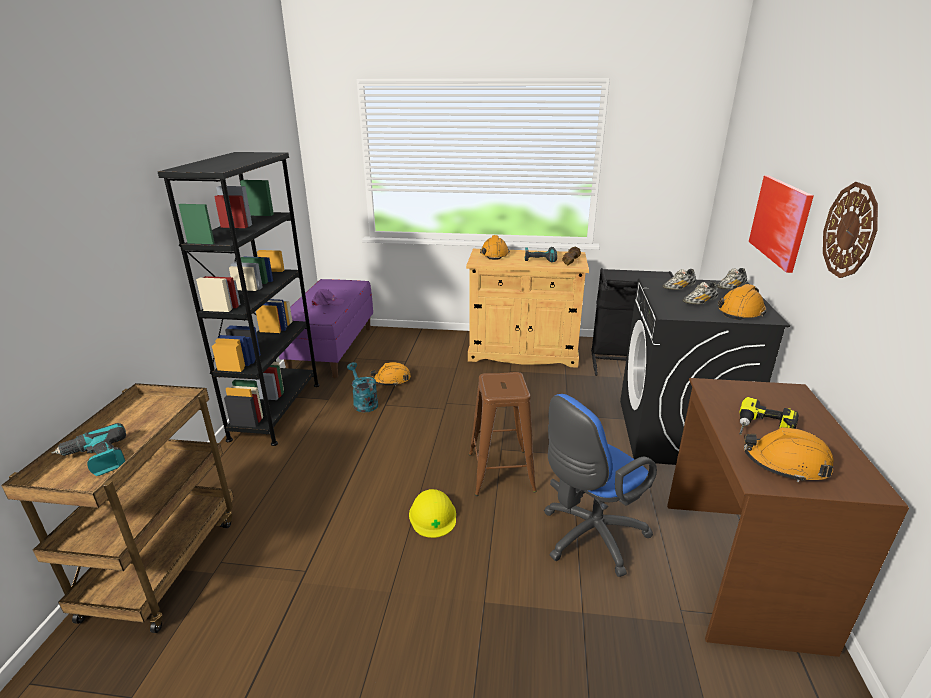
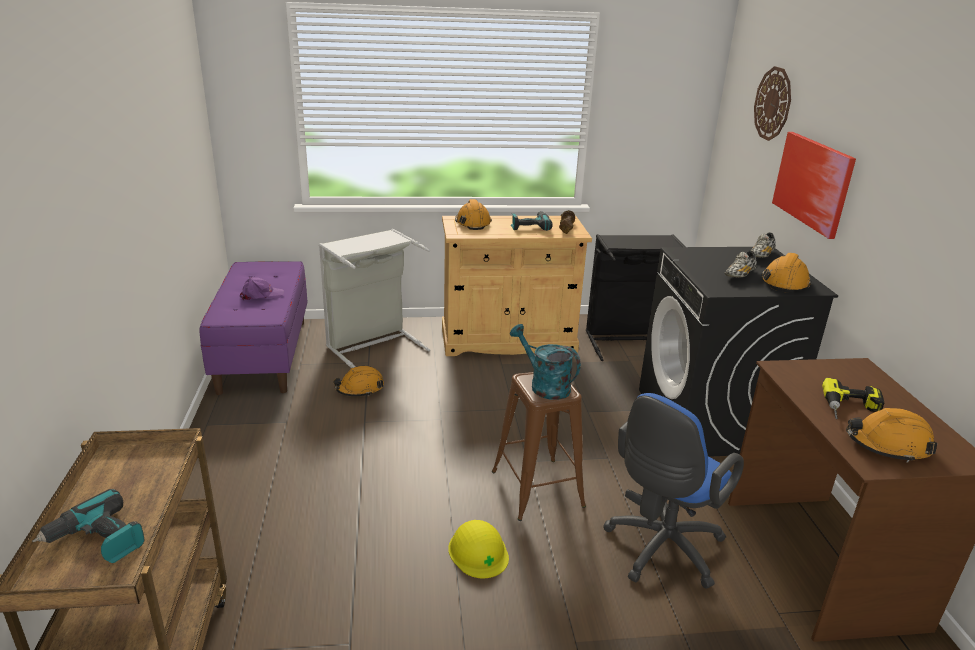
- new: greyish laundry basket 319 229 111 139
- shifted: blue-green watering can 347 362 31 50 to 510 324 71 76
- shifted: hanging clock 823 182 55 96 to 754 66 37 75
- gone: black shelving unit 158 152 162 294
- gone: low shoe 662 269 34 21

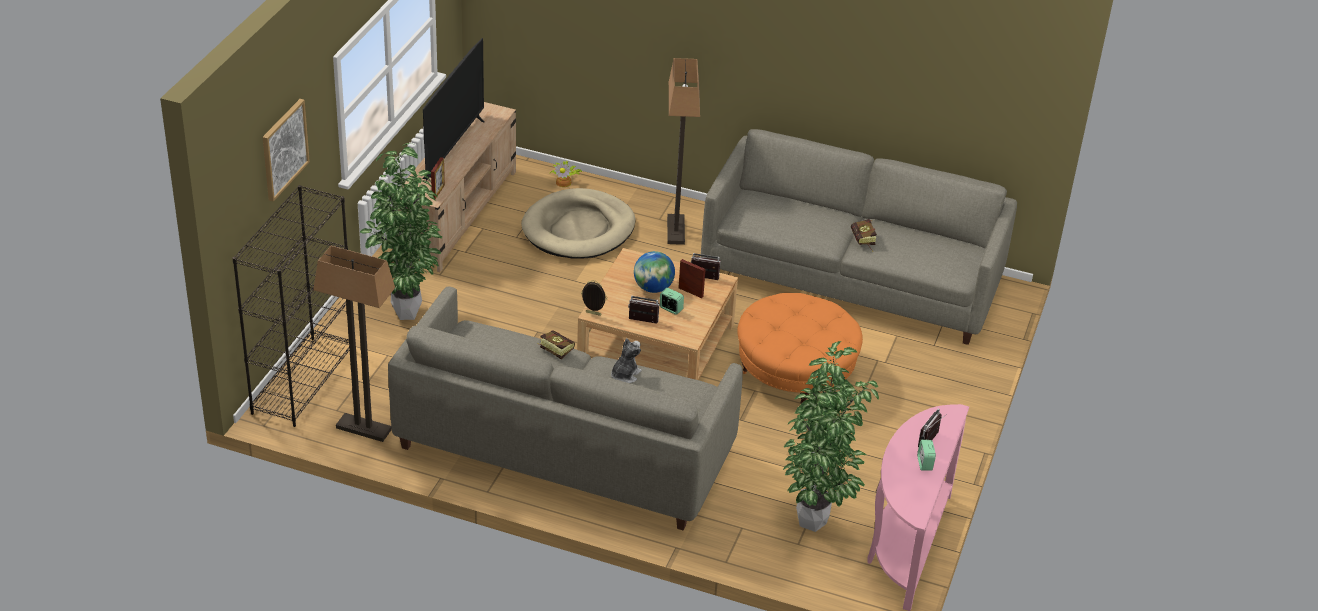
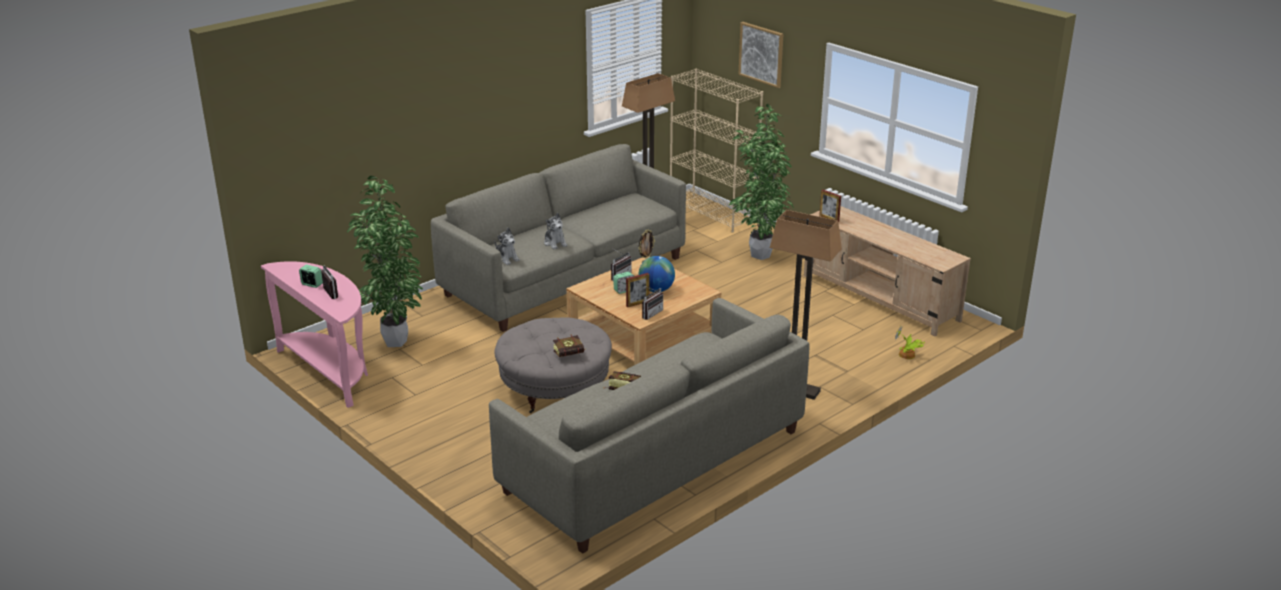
- new: cuddly toy 494 227 26 38
- repainted: orange-coloured ottoman 737 293 126 111 to greyish ottoman 494 317 118 96
- shifted: volume 537 330 38 29 to 553 335 31 22
- repainted: black shelving unit 232 185 118 242 to sand-coloured shelving unit 670 69 93 164
- gone: television 422 38 62 143
- gone: sand-coloured pet bed 521 188 114 71

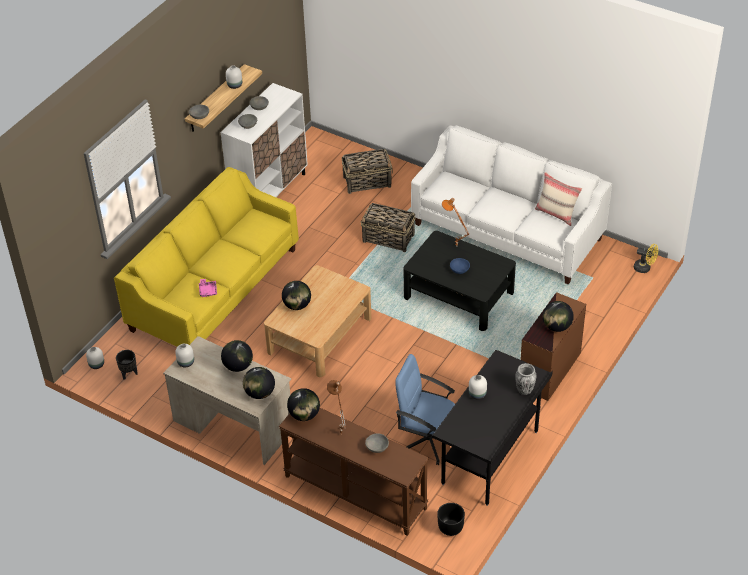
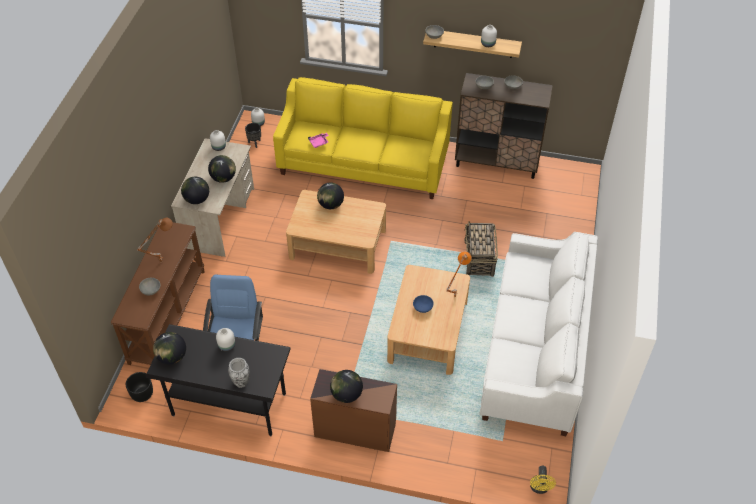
- shifted: world globe 287 388 33 33 to 153 332 33 32
- repainted: black lounge table 403 231 113 100 to sand-coloured lounge table 387 265 83 110
- repainted: white-coloured cabinet 221 83 87 114 to brownish cabinet 455 73 98 106
- gone: basket 342 149 51 45
- gone: sand-coloured throw pillow 535 172 47 54

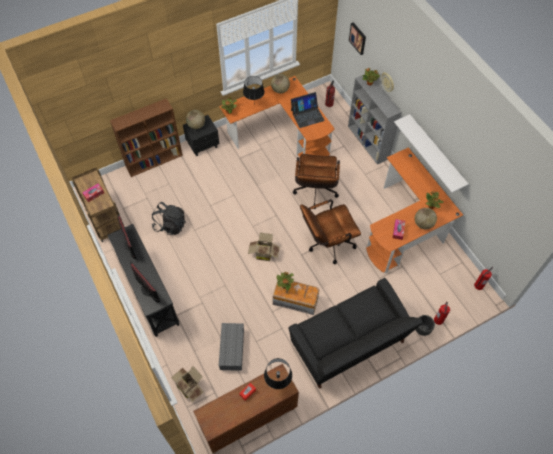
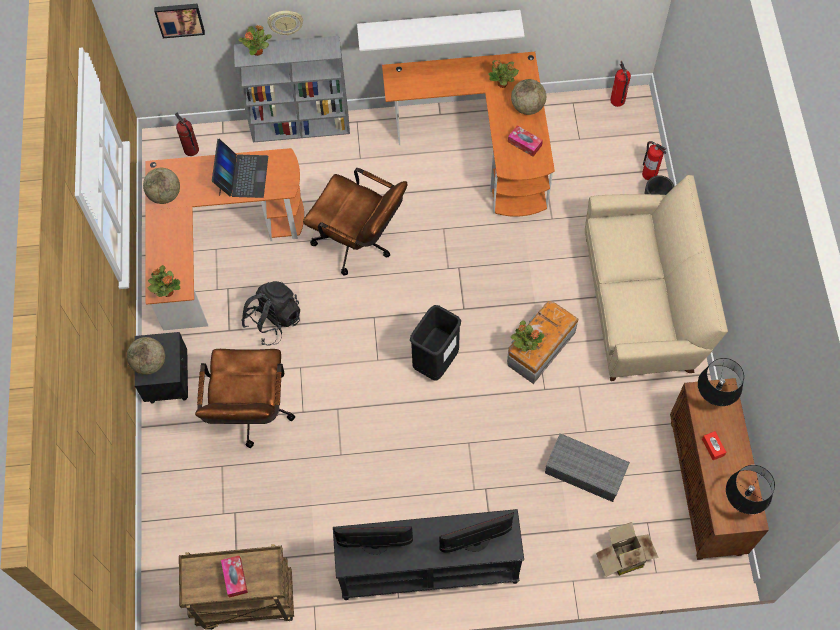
- shifted: brownish computer chair 300 199 61 65 to 195 349 100 99
- shifted: black backpack 152 202 34 33 to 241 281 59 65
- swapped: packing box 248 232 32 29 to black rubbish bin 410 305 51 76
- repainted: black couch 288 278 135 111 to sand-coloured couch 585 175 143 206
- shifted: black lamp for a table 243 76 21 24 to 726 465 49 49
- gone: brownish shelving unit 110 98 73 79

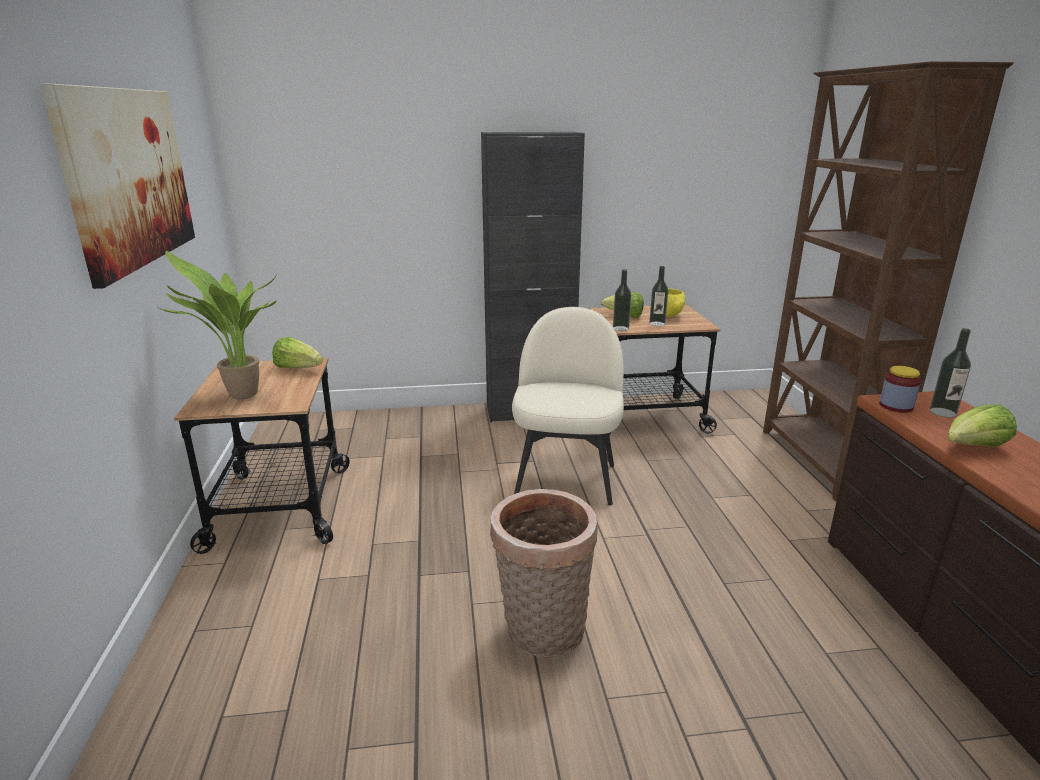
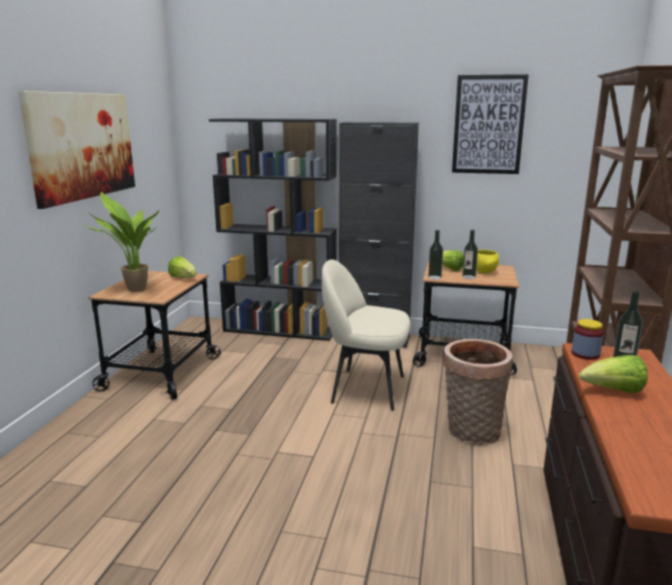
- new: black shelving unit 209 118 128 223
- rotated: sand-coloured plain chair 512 307 112 198 = 321 260 90 151 105 degrees counterclockwise
- shifted: basket 490 489 108 169 to 443 339 70 106
- new: wall art 452 74 77 100

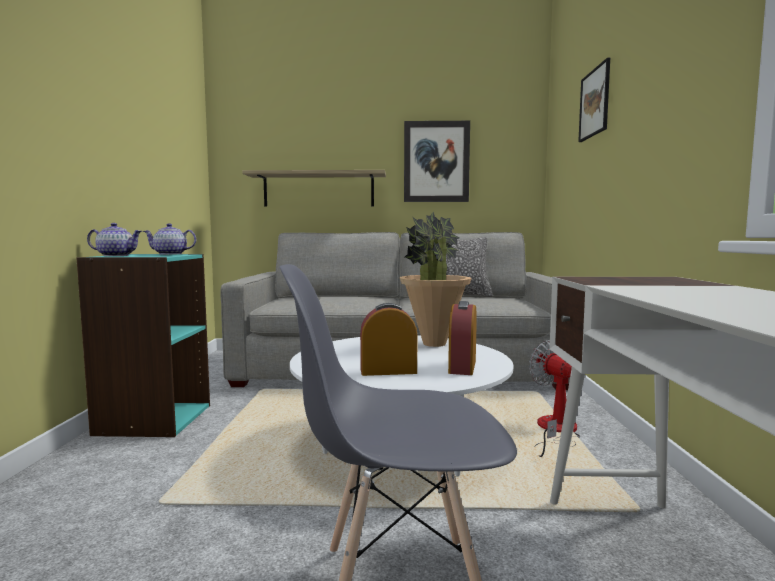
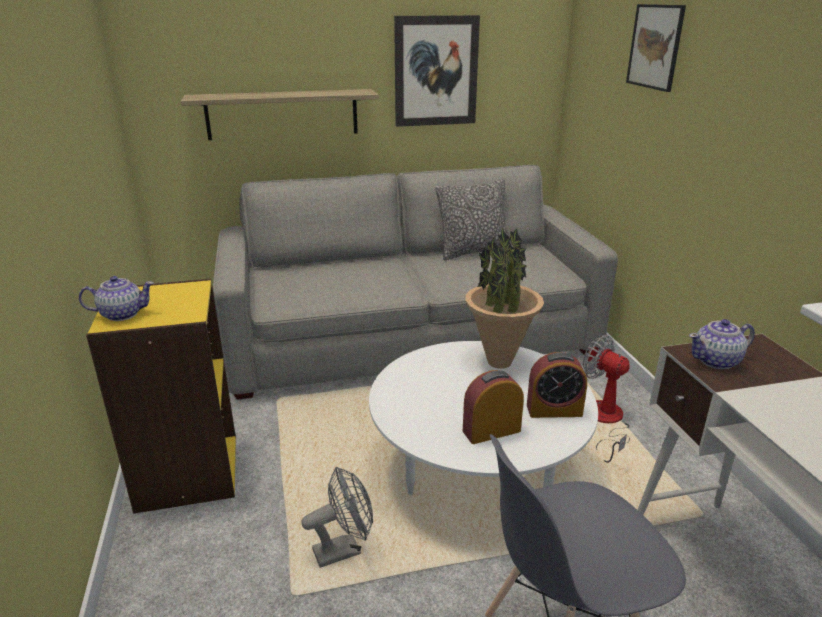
- repainted: blue-green shelving unit 76 254 134 183 to yellow-coloured shelving unit 86 279 150 235
- new: greyish electric fan 301 467 72 101
- rotated: alarm clock 448 301 29 74 = 527 352 60 66 90 degrees counterclockwise
- shifted: tea pot 143 223 53 32 to 689 319 66 50

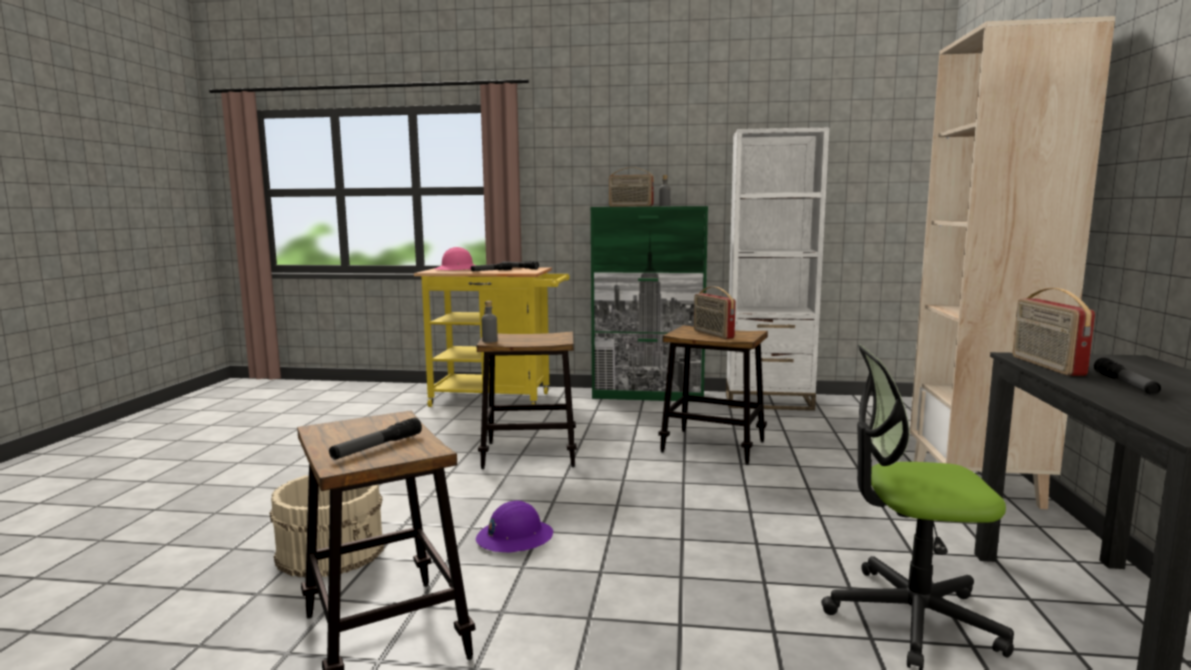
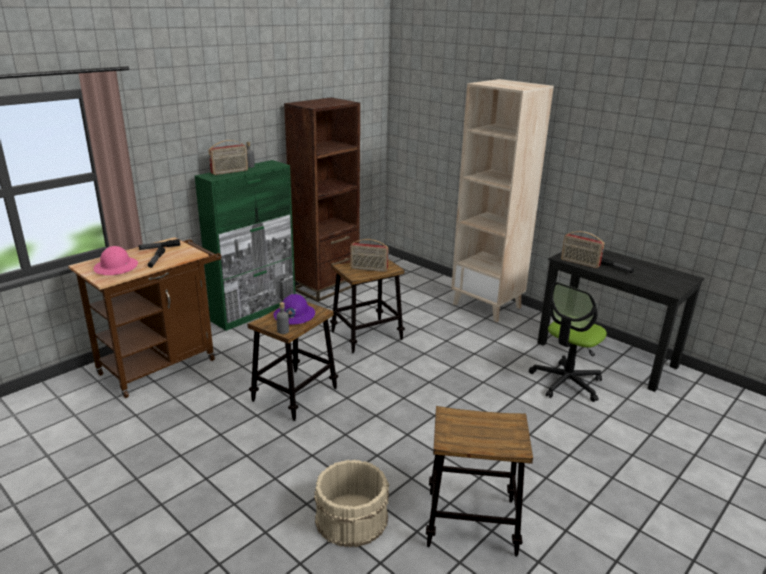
- repainted: yellow-coloured wheeled cart 414 267 155 140 to brownish wheeled cart 68 237 153 161
- shifted: purple work helmet 476 501 77 52 to 273 294 42 31
- repainted: white-coloured shelving unit 726 127 104 284 to brownish shelving unit 284 97 76 205
- gone: flashlight 329 418 93 41

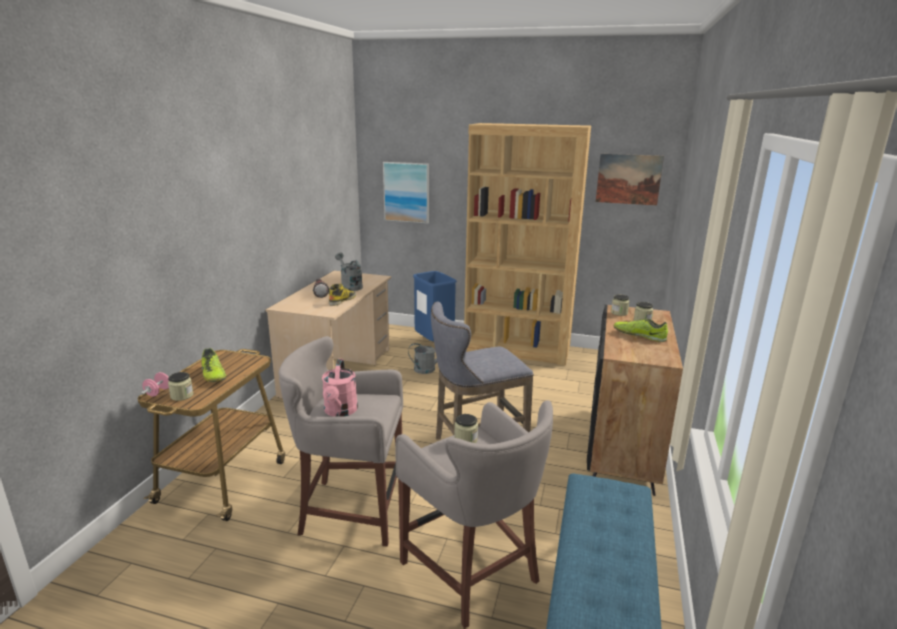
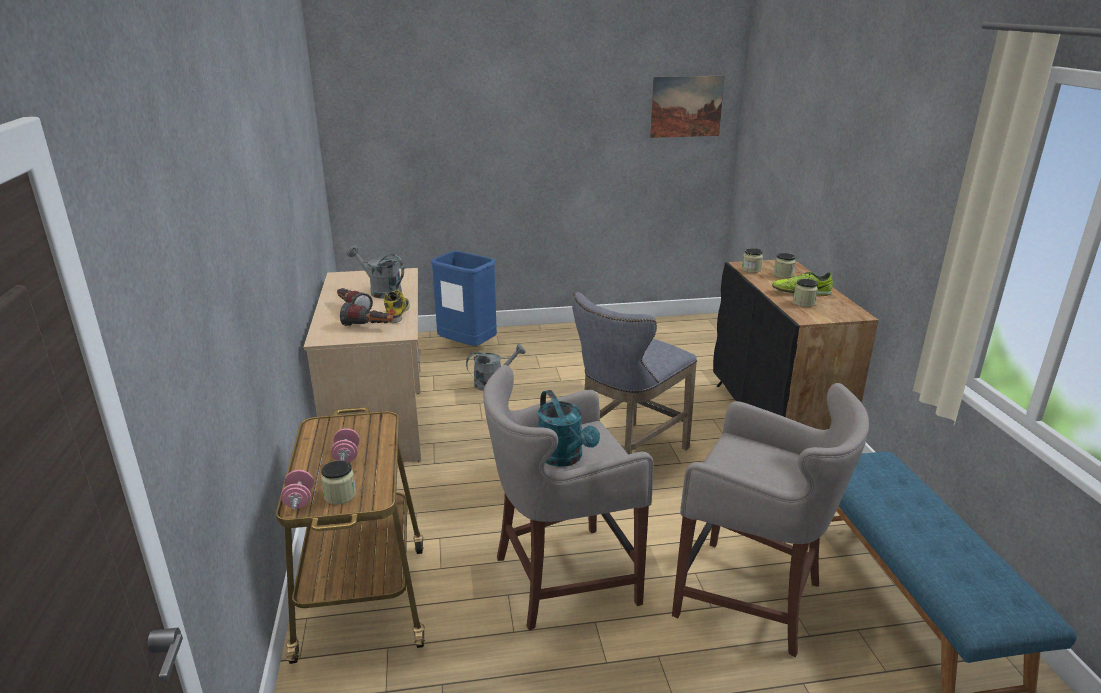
- swapped: low shoe 202 348 24 34 to pink dumbbell 331 428 29 34
- new: flashlight 340 302 53 24
- repainted: pink watering can 322 359 36 58 to blue-green watering can 538 390 62 77
- shifted: jar 454 414 24 29 to 793 279 25 28
- gone: wall art 383 162 46 62
- gone: brownish shelving unit 464 123 127 243

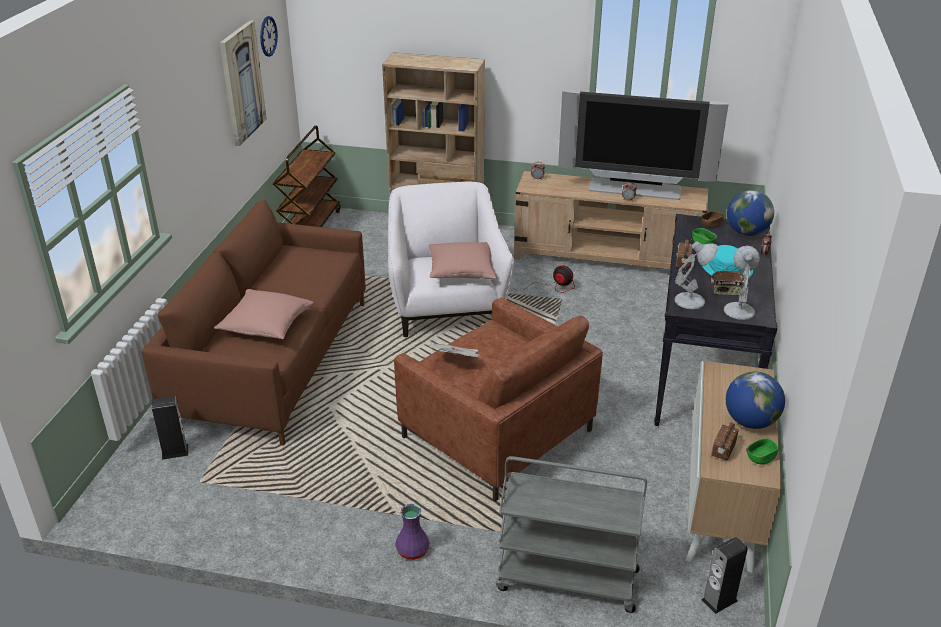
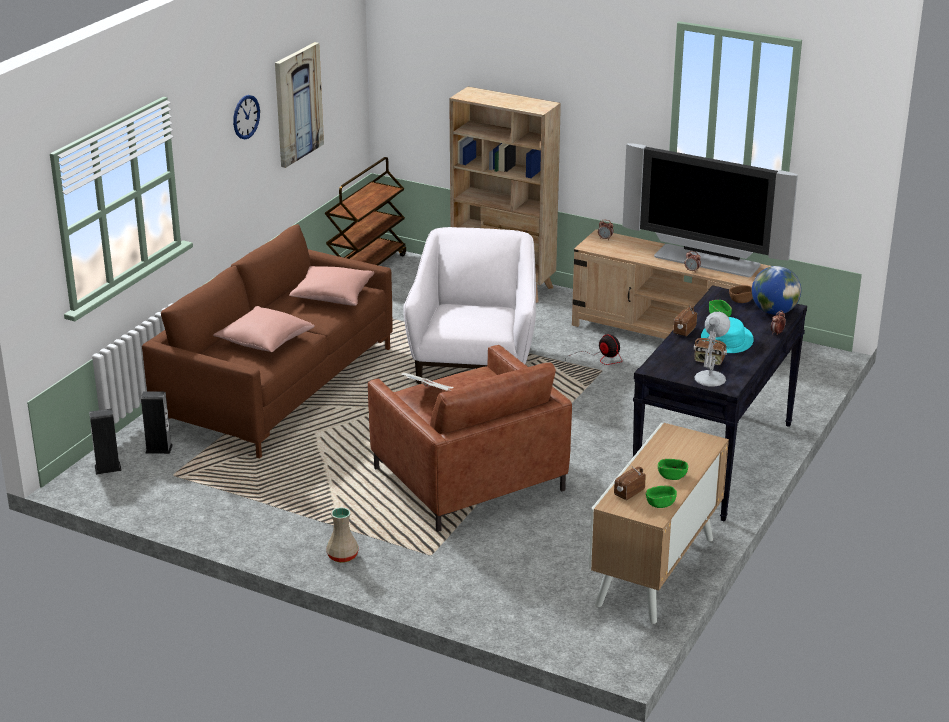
- shifted: speaker 702 537 46 77 to 89 408 33 67
- shifted: hanging clock 260 16 18 41 to 233 95 27 44
- shifted: pink throw pillow 429 242 68 37 to 289 266 85 40
- repainted: purple vase 395 504 35 56 to sand-coloured vase 326 507 33 56
- swapped: world globe 726 371 59 58 to green-coloured serving bowl 658 459 30 21
- gone: greyish wheeled cart 496 456 151 157
- gone: white-coloured lamp for a table 674 242 44 67

